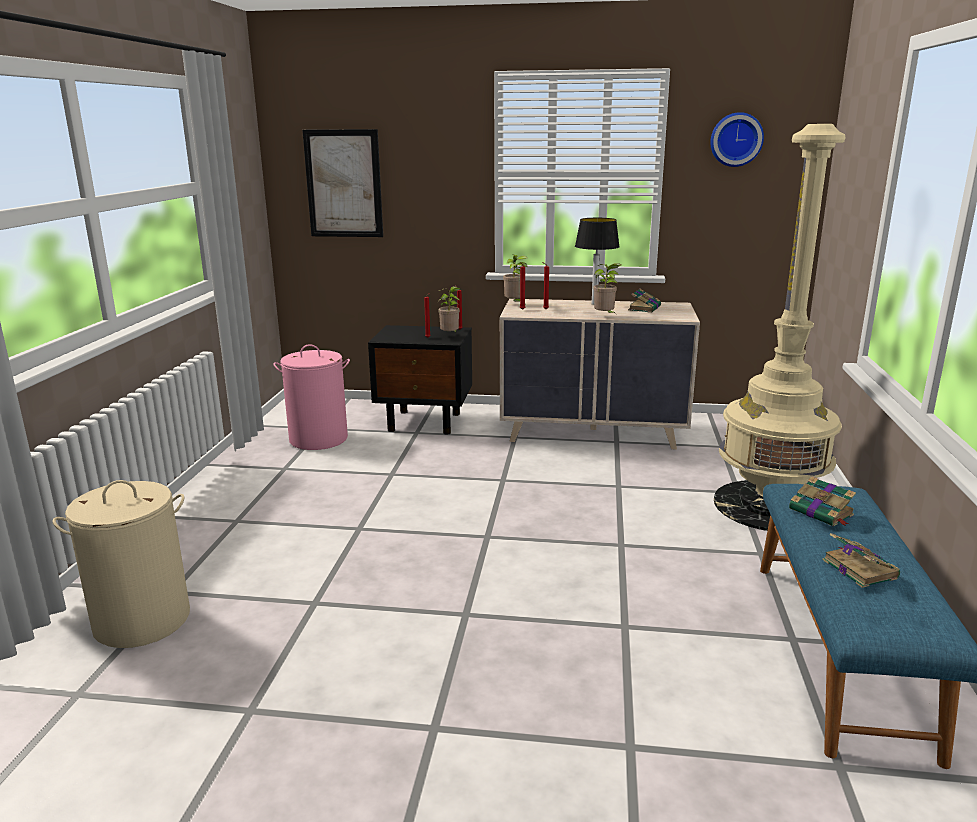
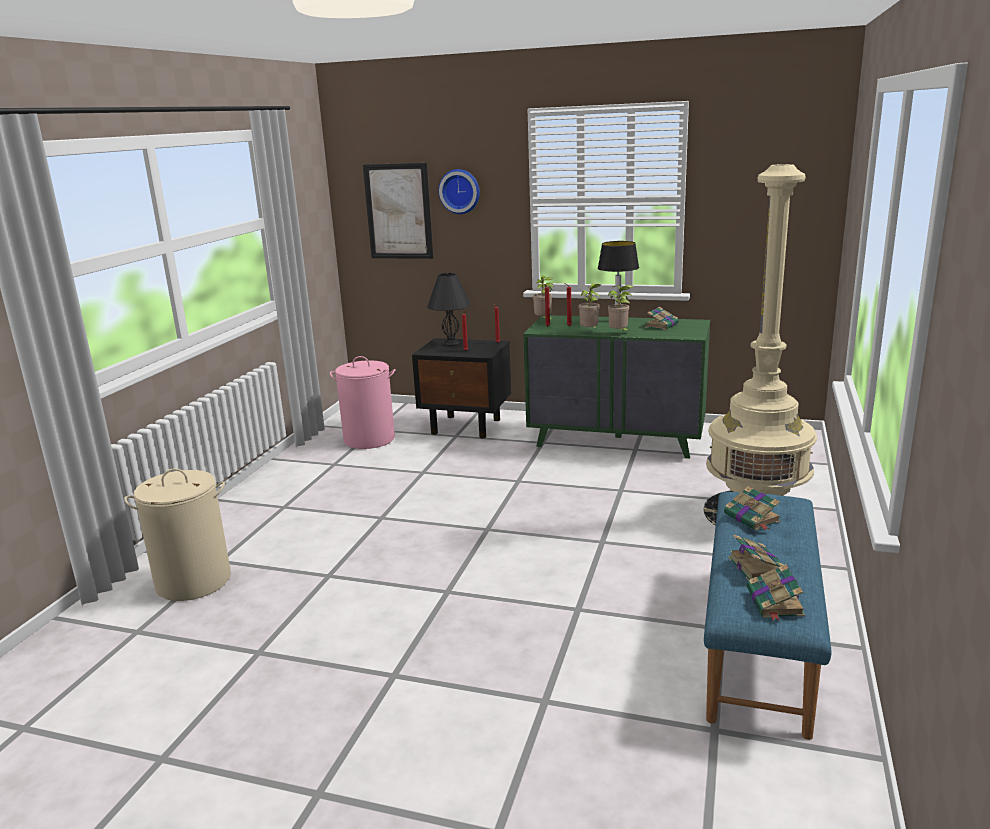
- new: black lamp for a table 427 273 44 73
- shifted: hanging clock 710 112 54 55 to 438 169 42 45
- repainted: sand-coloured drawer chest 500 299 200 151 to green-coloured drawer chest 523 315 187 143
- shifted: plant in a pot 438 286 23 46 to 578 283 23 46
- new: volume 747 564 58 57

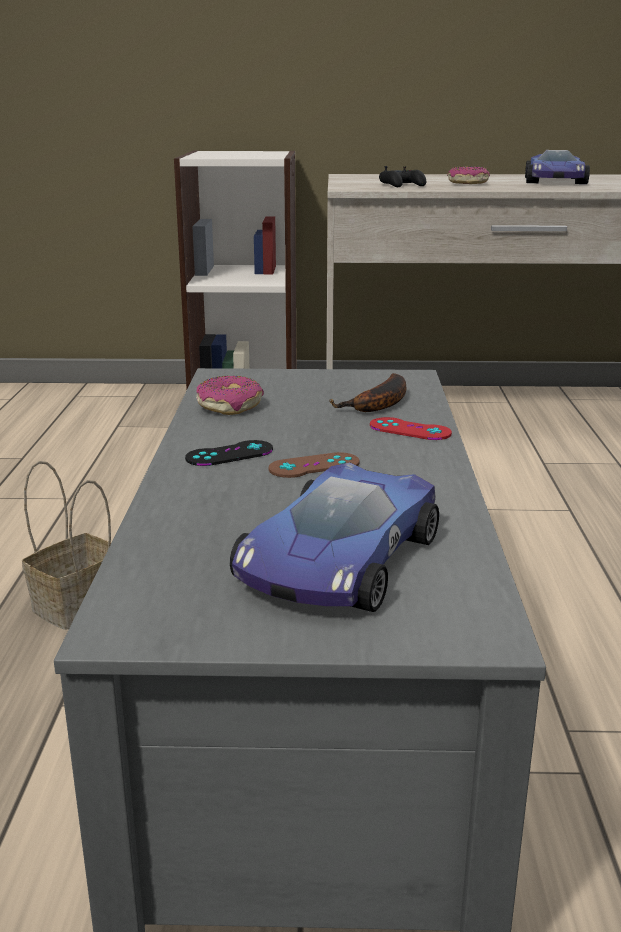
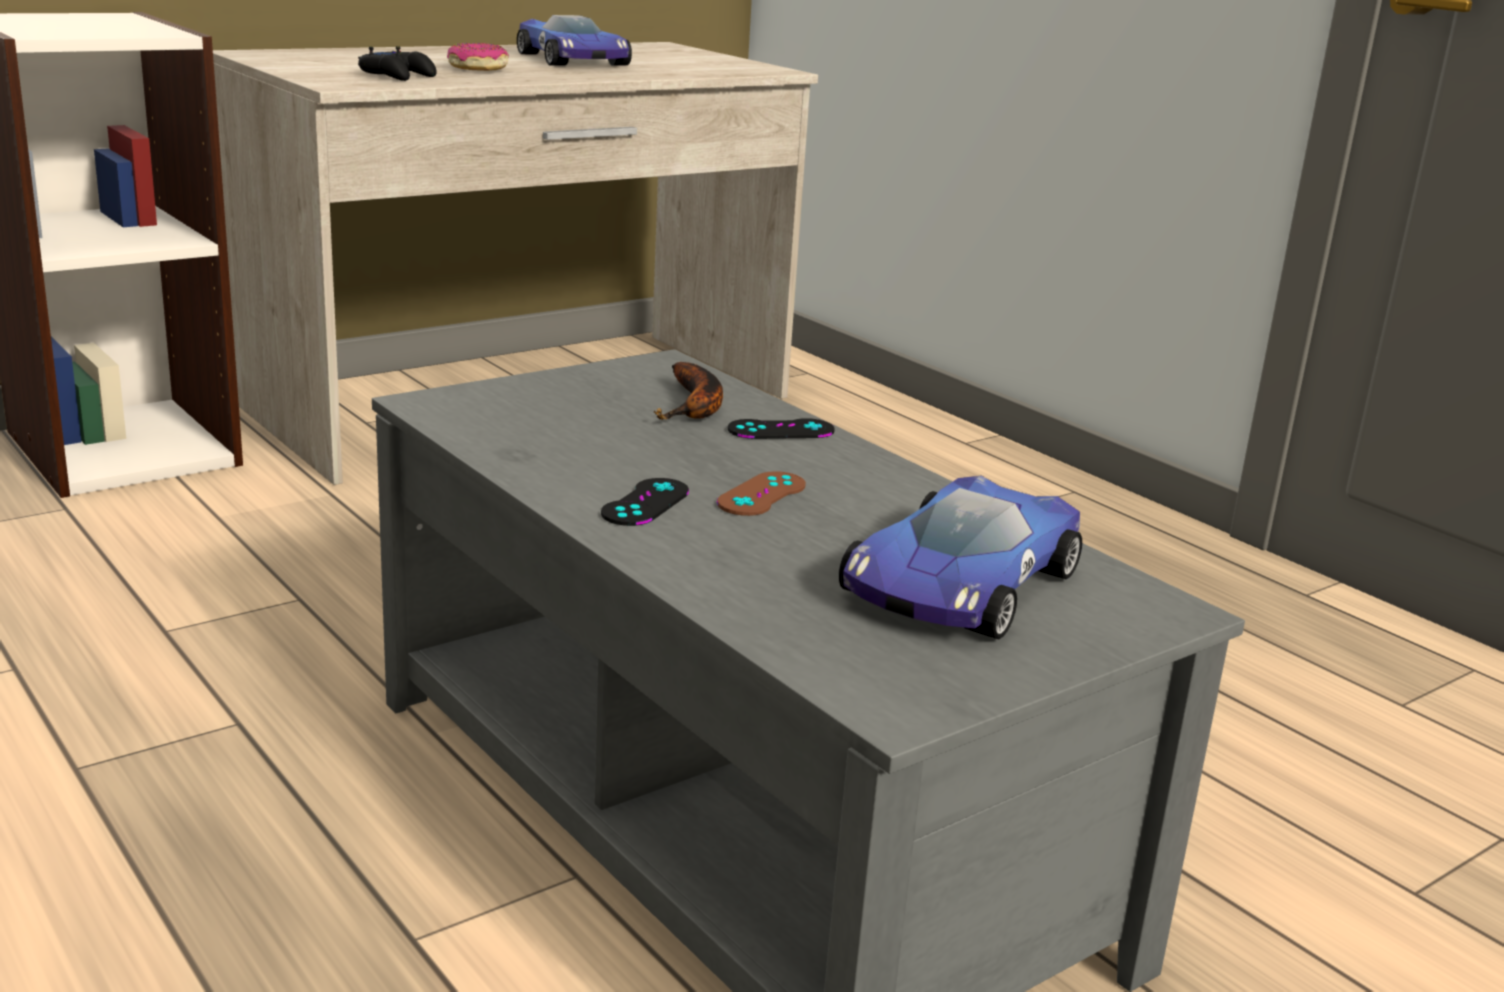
- repainted: red game controller 370 417 82 23 to black game controller 728 418 107 21
- rotated: miniature car 230 462 209 150 = 839 476 243 163 45 degrees clockwise
- gone: basket 22 461 89 169
- gone: ring doughnut 196 376 68 39

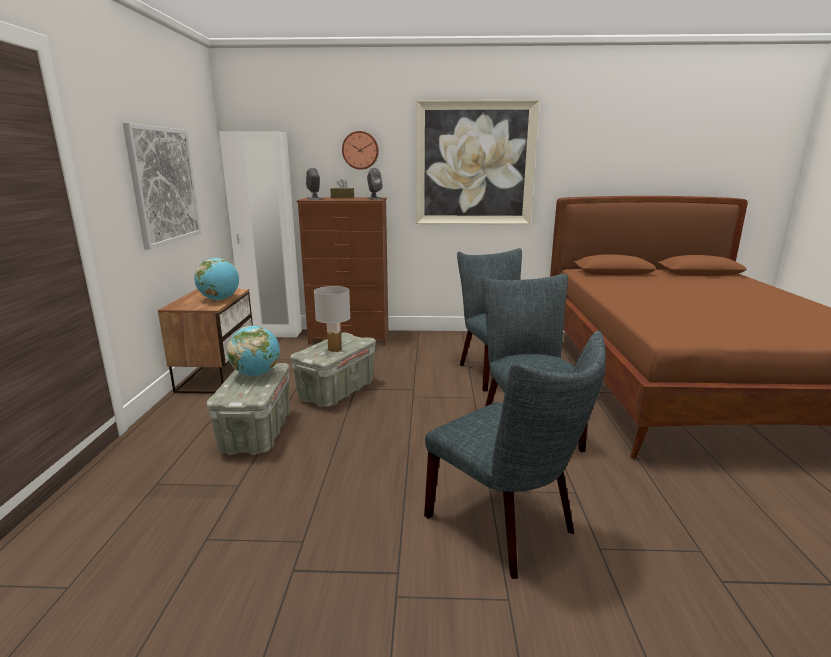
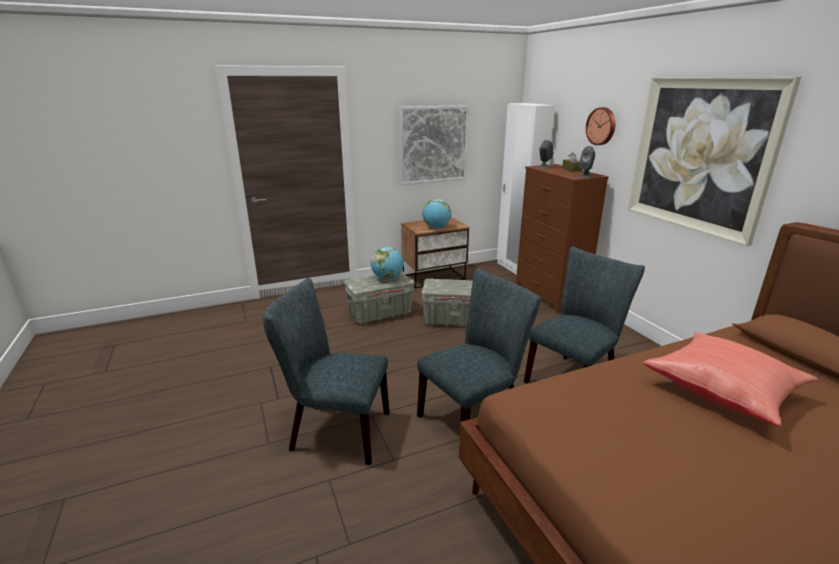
- rotated: greyish plain chair 424 331 182 248 = 263 278 126 187 75 degrees clockwise
- new: red throw pillow 644 332 174 94
- gone: white-coloured lamp for a table 314 286 37 66

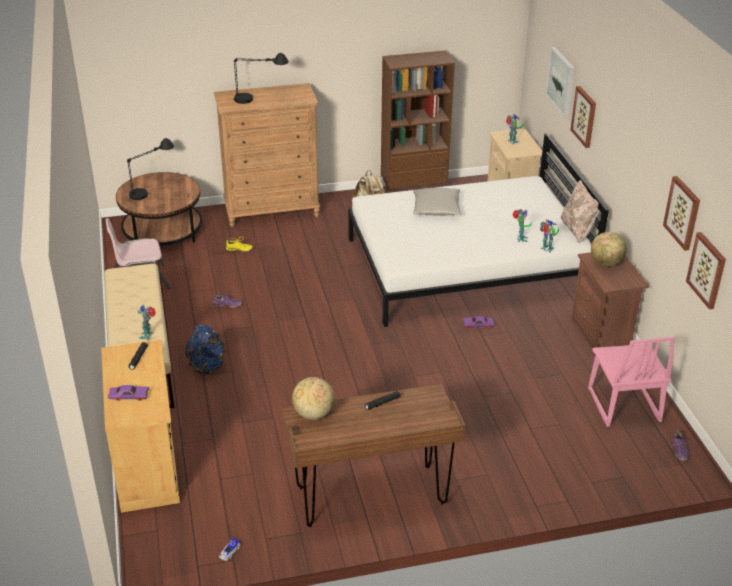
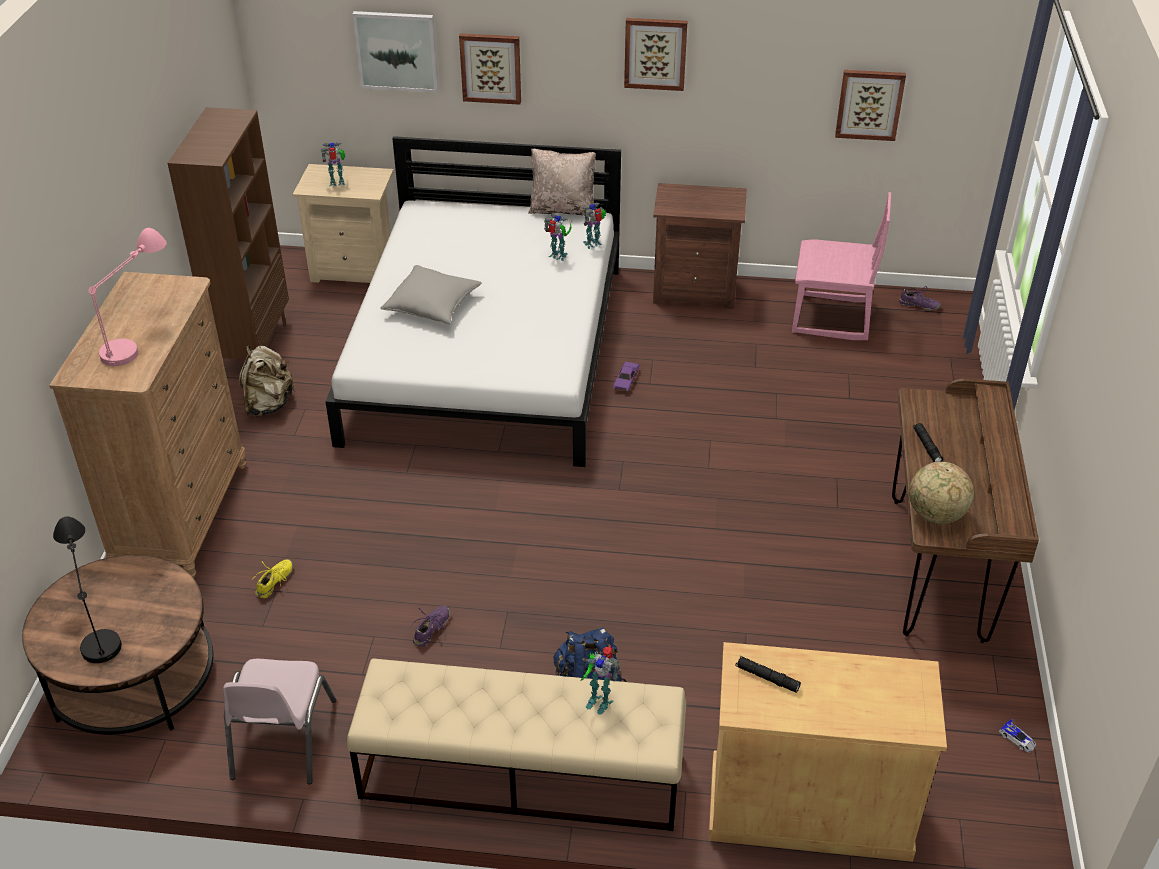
- repainted: black lamp for a table 234 53 55 51 to pink lamp for a table 88 228 79 138
- shifted: wall art 663 176 37 75 to 624 18 63 73
- gone: purple miniature car 108 385 41 16
- gone: world globe 591 232 36 35

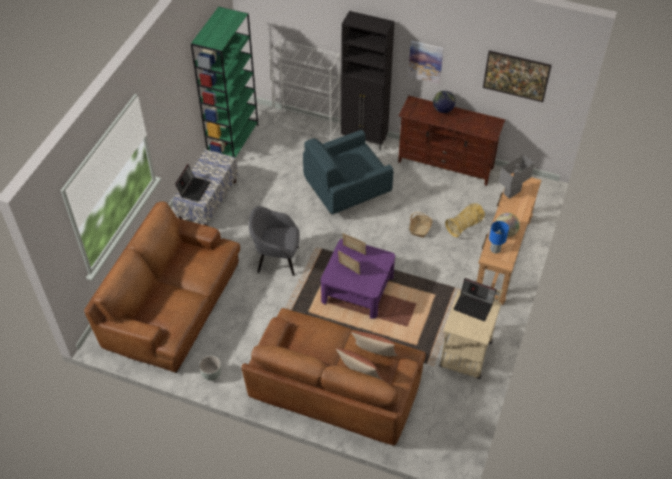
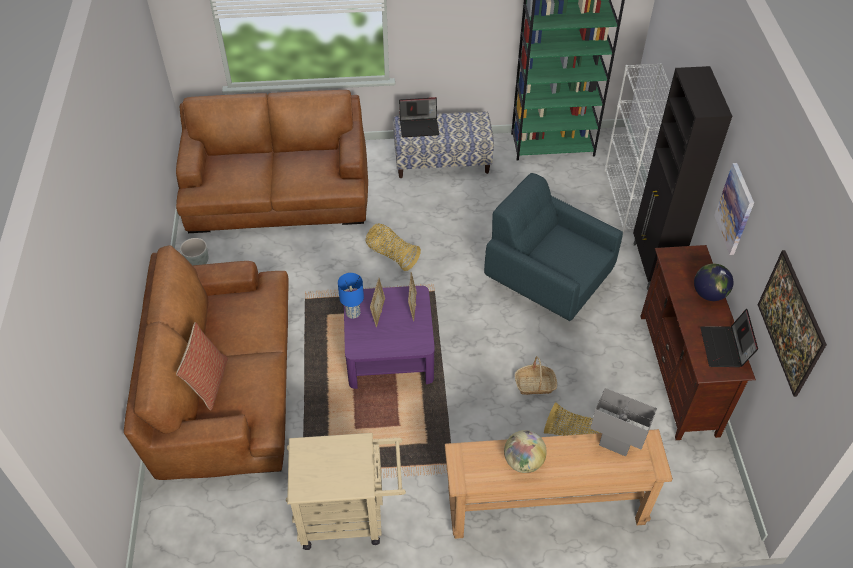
- shifted: blue-coloured lamp for a table 489 221 20 33 to 338 273 26 45
- swapped: greyish lounge chair 249 206 51 70 to basket 366 223 55 48
- shifted: notebook computer 453 278 43 43 to 700 309 58 58
- gone: throw pillow 351 331 47 25

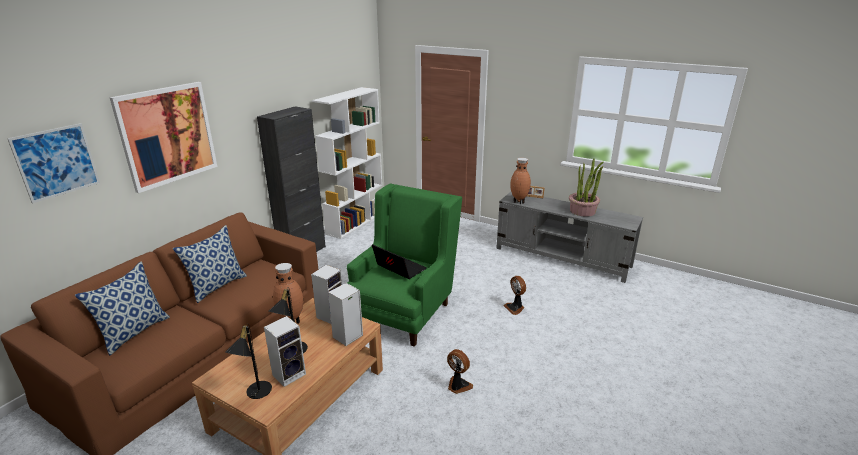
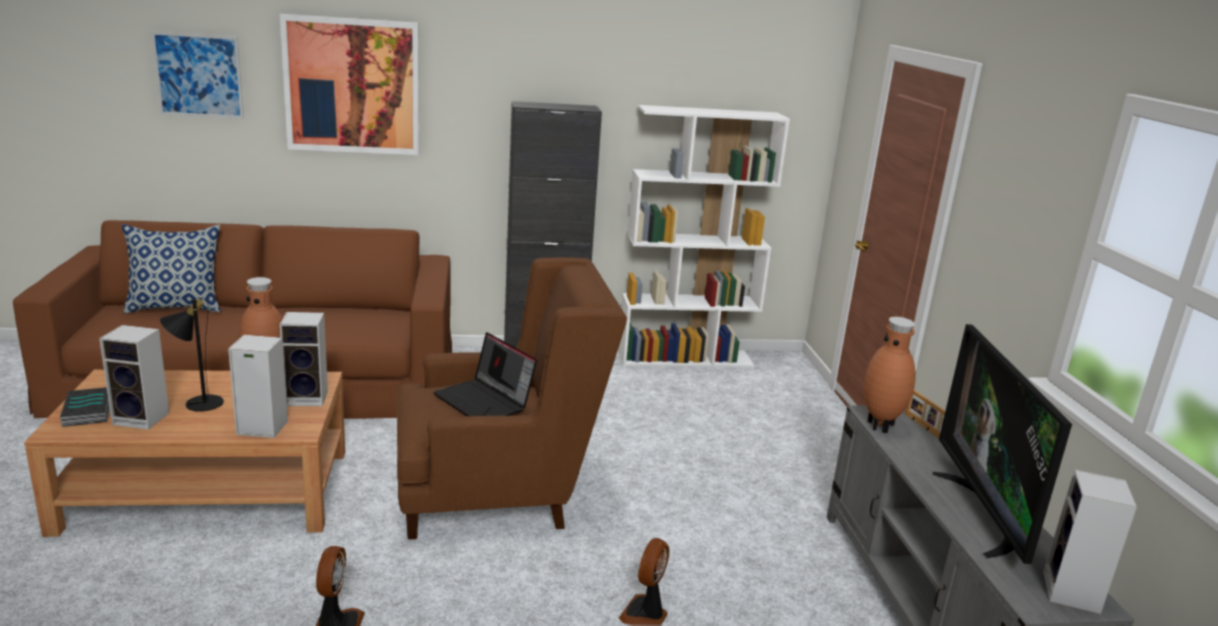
- swapped: black lamp for a table 226 324 46 75 to volume 60 387 50 40
- repainted: green-coloured lounge chair 347 183 115 164 to brownish lounge chair 397 257 230 283
- rotated: notebook computer 372 244 55 35 = 433 332 104 84 135 degrees clockwise
- swapped: plant in a pot 569 159 34 58 to television 932 324 140 240
- new: speaker 1044 470 93 144
- gone: throw pillow 173 225 74 78

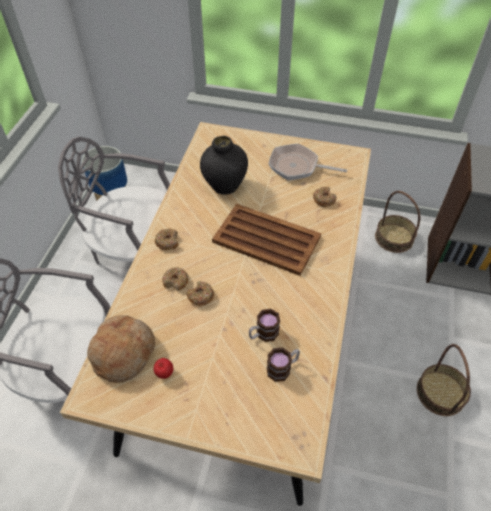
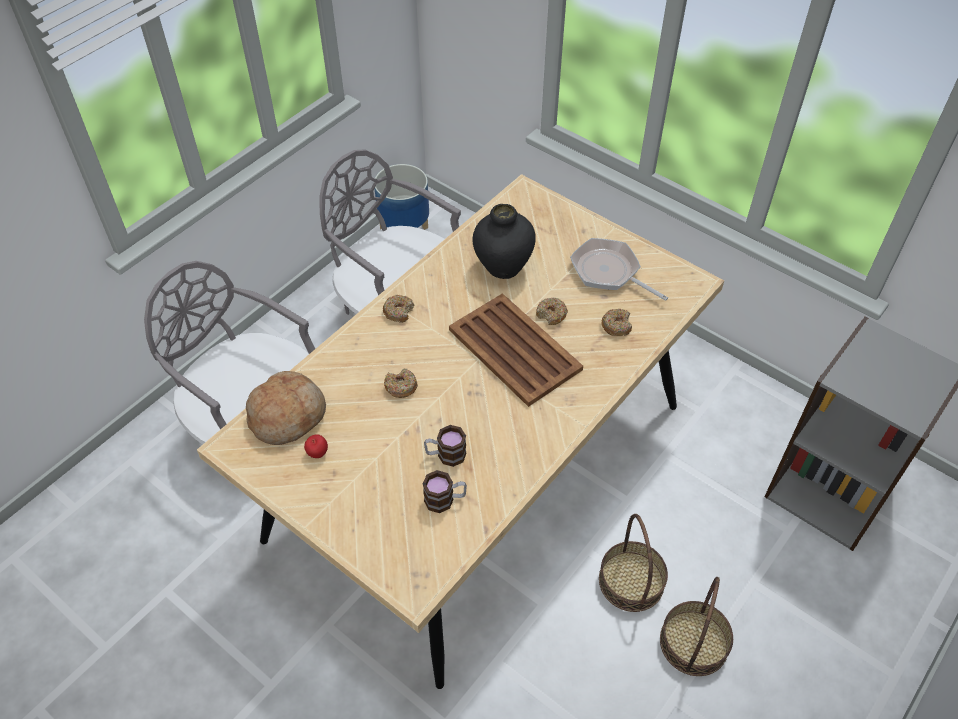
- shifted: ring doughnut 162 267 26 24 to 536 297 32 28
- shifted: basket 375 191 45 62 to 599 514 69 98

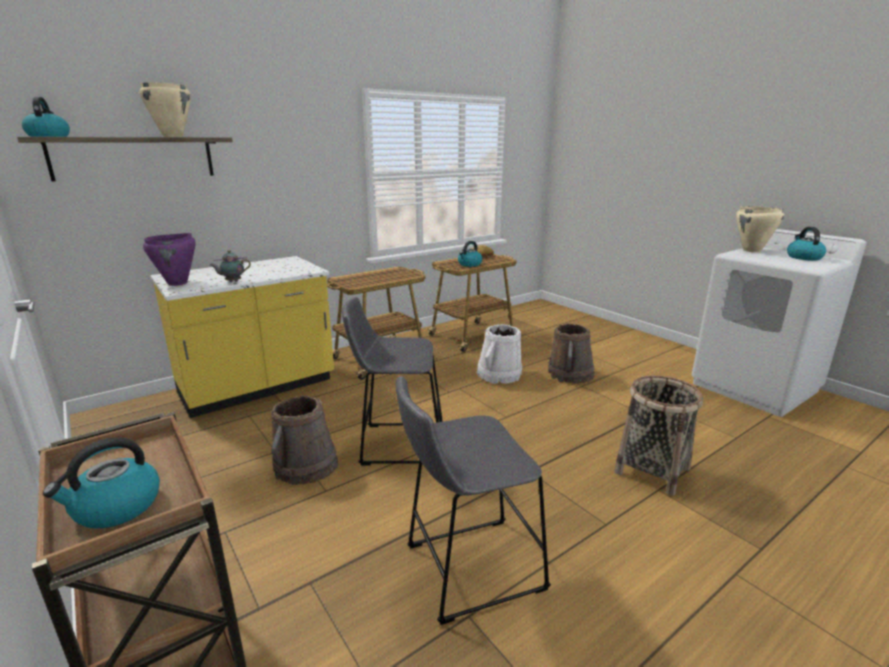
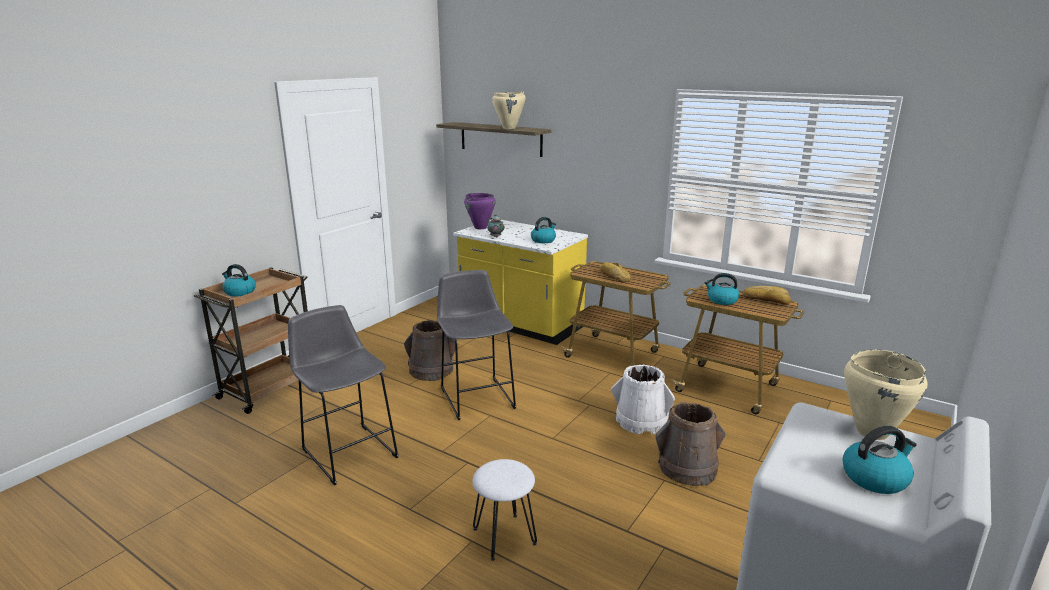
- swapped: basket 614 376 89 120 to white-coloured sitting stool 472 459 65 102
- shifted: water kettle 22 97 48 40 to 531 217 25 26
- new: bakery bread 601 262 30 20

